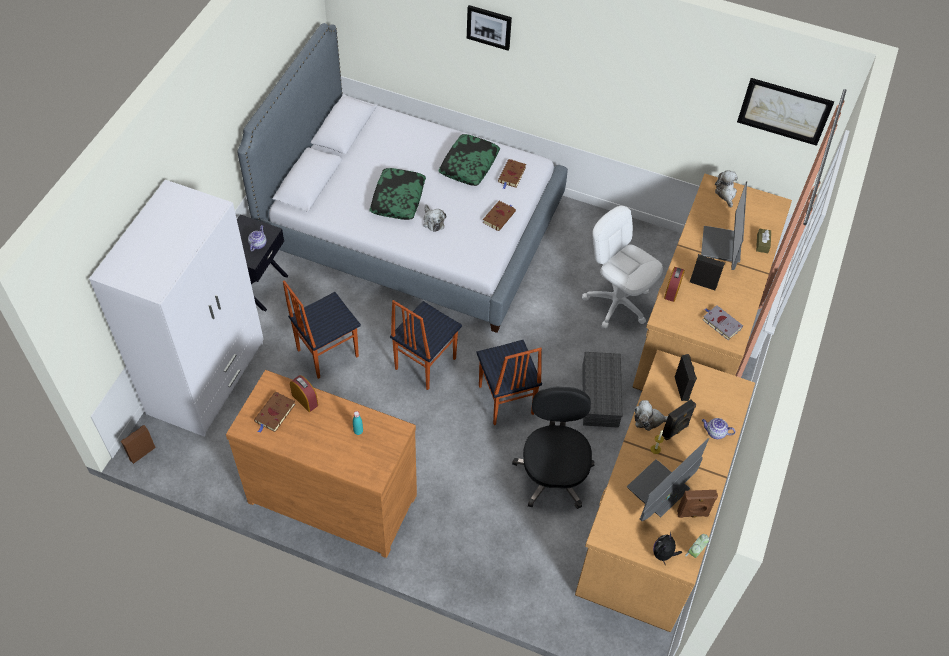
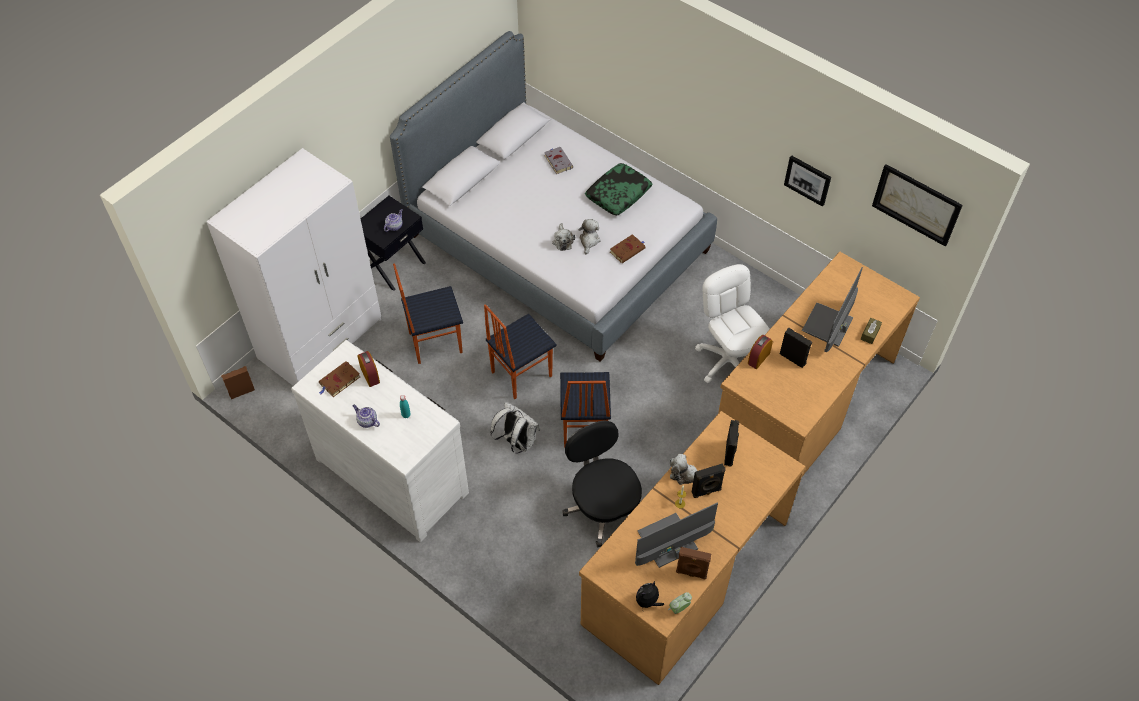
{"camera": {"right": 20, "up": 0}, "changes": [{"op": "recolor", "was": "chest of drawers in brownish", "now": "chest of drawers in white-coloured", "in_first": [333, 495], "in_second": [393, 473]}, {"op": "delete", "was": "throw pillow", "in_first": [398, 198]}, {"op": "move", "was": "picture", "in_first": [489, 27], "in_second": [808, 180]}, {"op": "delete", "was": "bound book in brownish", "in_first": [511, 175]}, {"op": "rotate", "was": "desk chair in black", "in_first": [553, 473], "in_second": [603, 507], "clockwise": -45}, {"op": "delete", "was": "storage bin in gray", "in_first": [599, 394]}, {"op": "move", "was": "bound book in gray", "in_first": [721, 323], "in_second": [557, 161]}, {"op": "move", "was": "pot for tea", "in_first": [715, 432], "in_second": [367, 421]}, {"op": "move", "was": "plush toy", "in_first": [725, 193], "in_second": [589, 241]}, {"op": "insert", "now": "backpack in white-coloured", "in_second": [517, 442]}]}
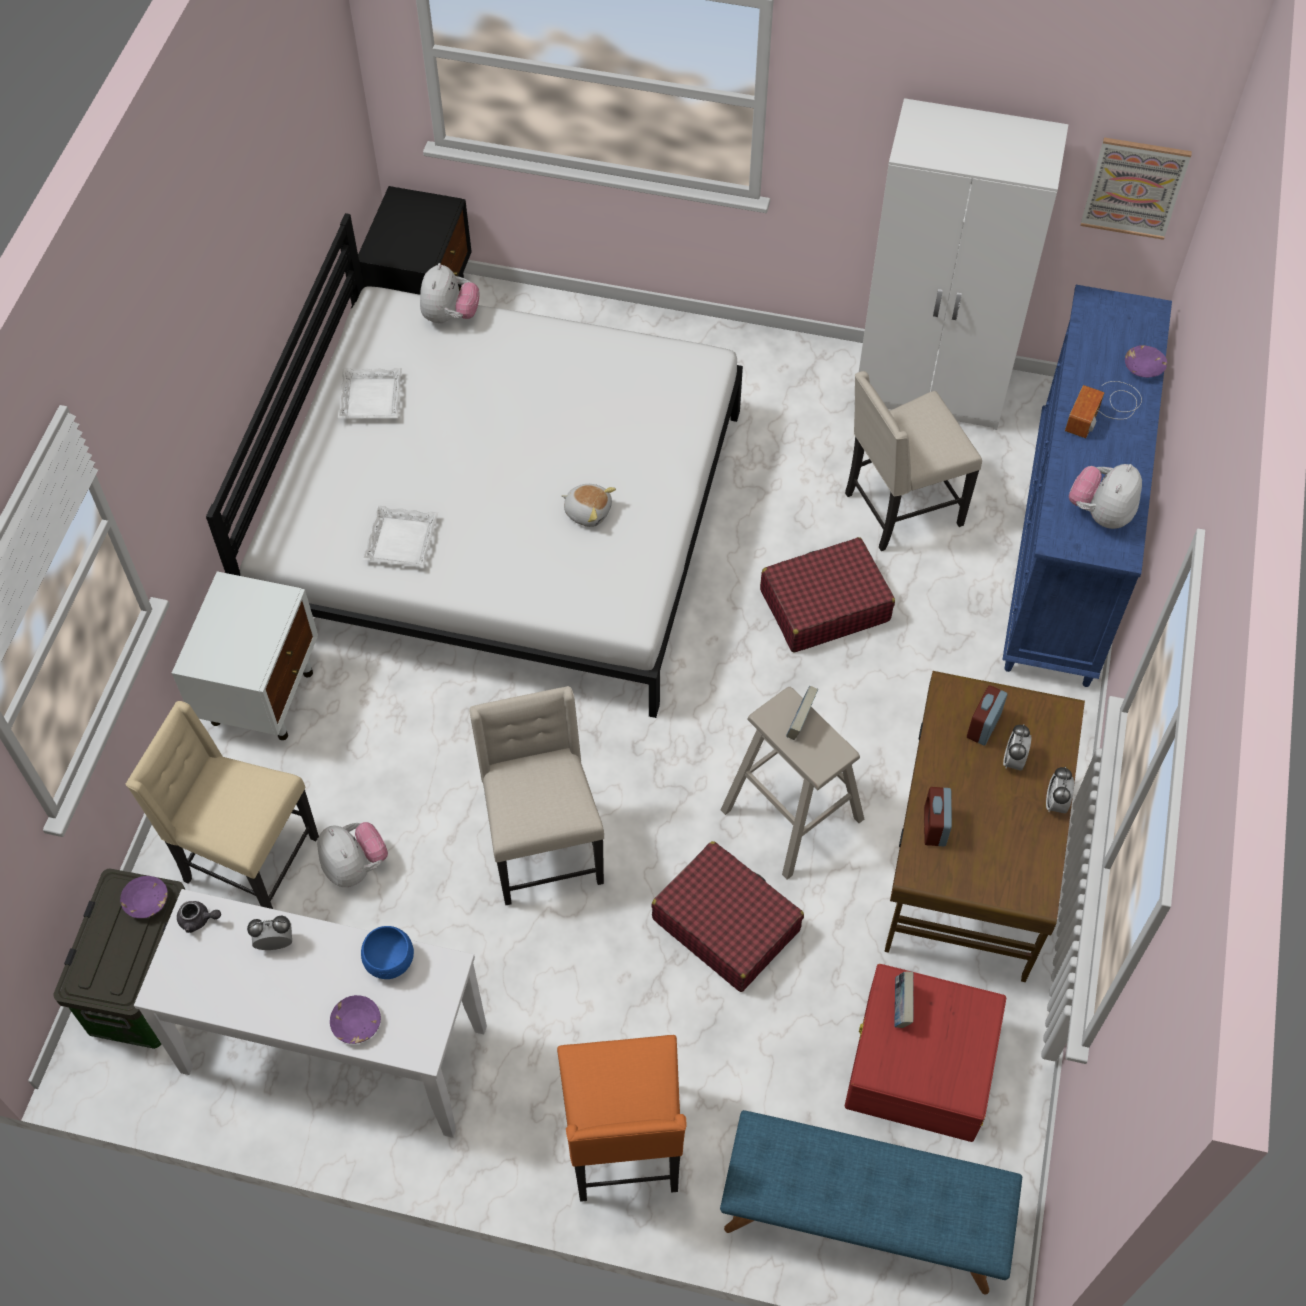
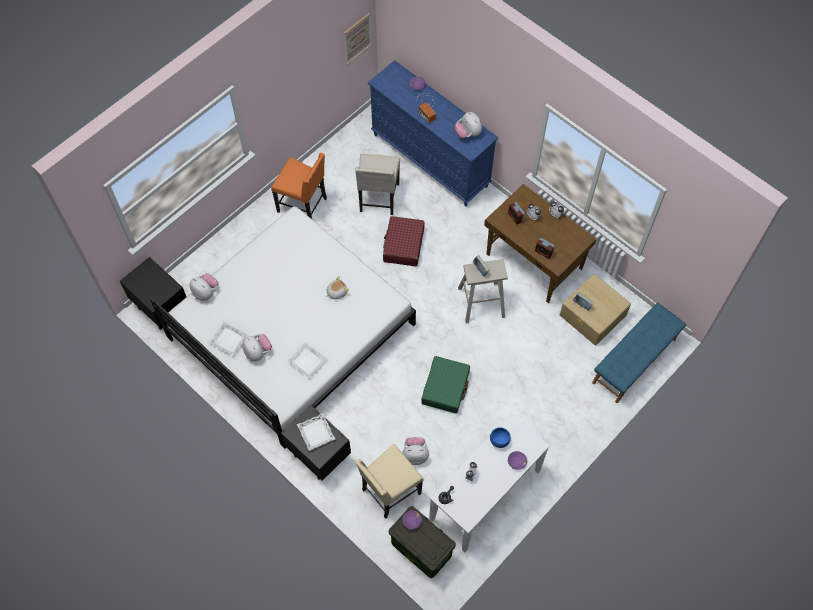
{"camera": {"right": -60, "up": 5}, "changes": [{"op": "recolor", "was": "bedside table in white-coloured", "now": "bedside table in black", "in_first": [263, 695], "in_second": [318, 455]}, {"op": "replace", "was": "chair in sand-coloured", "now": "suitcase in green-coloured", "in_first": [543, 847], "in_second": [445, 388]}, {"op": "move", "was": "chair in orangey", "in_first": [624, 1145], "in_second": [303, 205]}, {"op": "delete", "was": "suitcase in reddish", "in_first": [726, 924]}, {"op": "recolor", "was": "storage bin in reddish", "now": "storage bin in sand-coloured", "in_first": [920, 1065], "in_second": [593, 315]}, {"op": "delete", "was": "clothes cupboard in white-coloured", "in_first": [932, 390]}, {"op": "insert", "now": "plush toy", "in_second": [258, 352]}, {"op": "insert", "now": "serving tray in white-coloured", "in_second": [316, 433]}]}
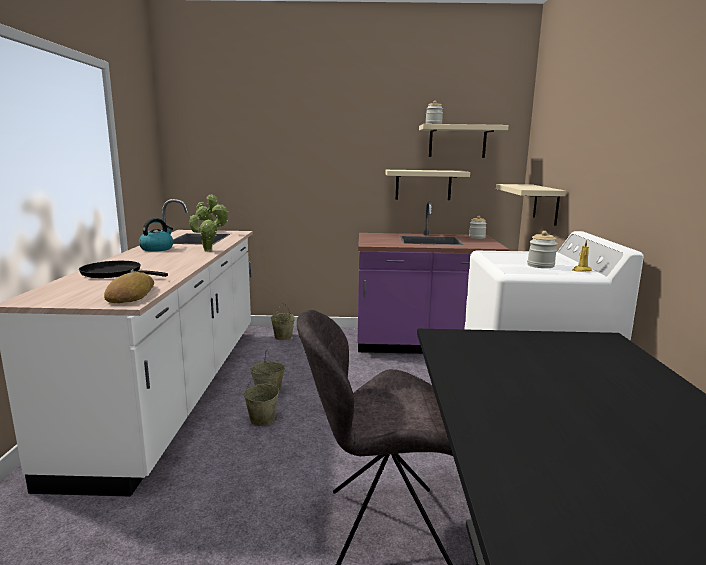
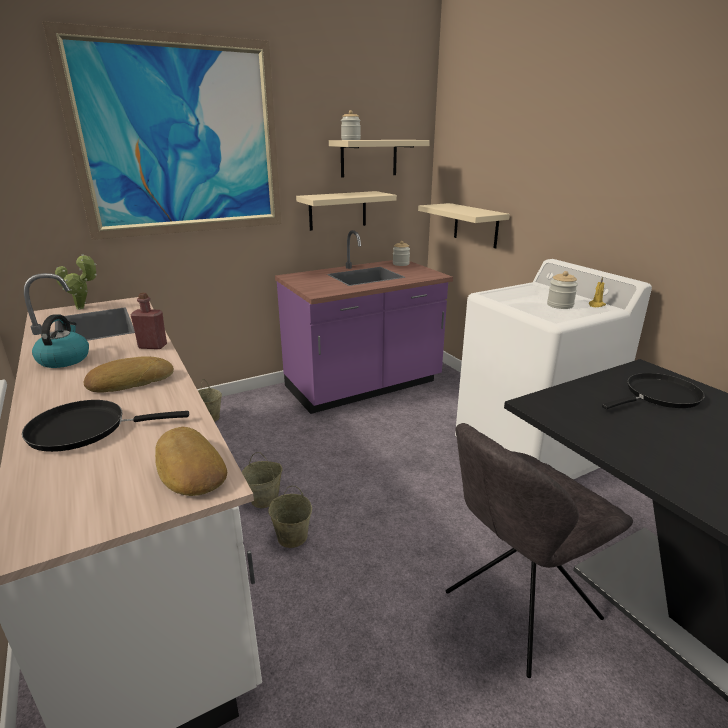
{"camera": {"right": -30, "up": 10}, "changes": [{"op": "replace", "was": "houseplant", "now": "bottle in reddish", "in_first": [210, 250], "in_second": [152, 346]}, {"op": "insert", "now": "picture", "in_second": [181, 139]}, {"op": "insert", "now": "bread", "in_second": [130, 381]}, {"op": "insert", "now": "skillet in black", "in_second": [658, 396]}]}
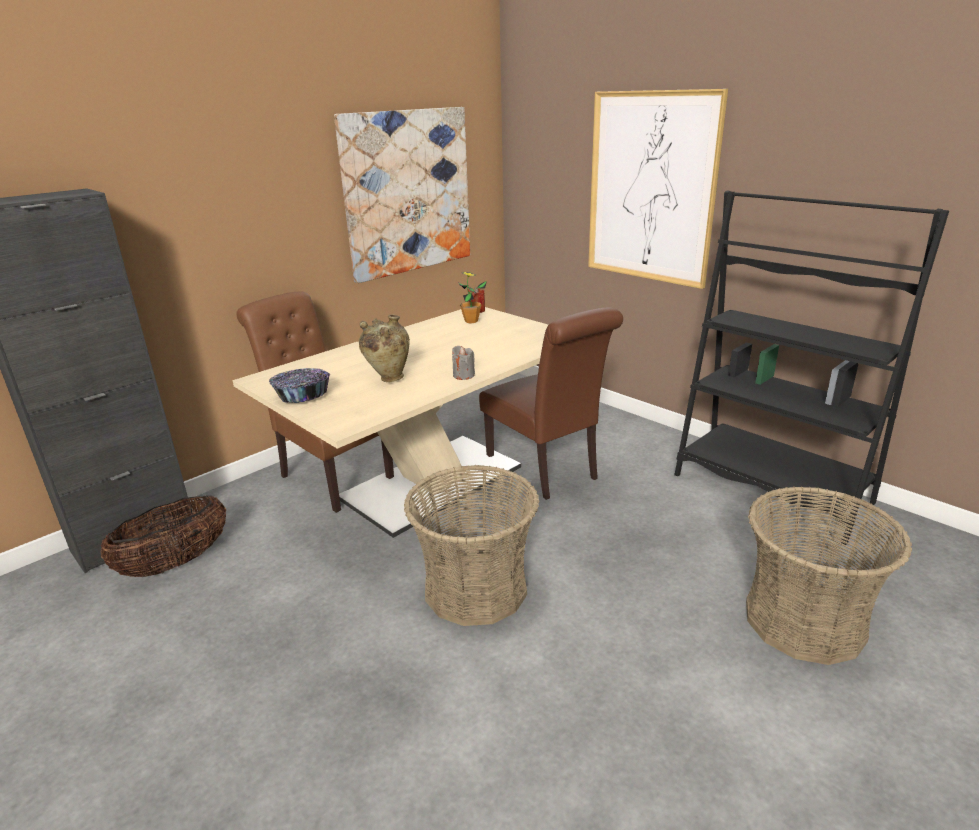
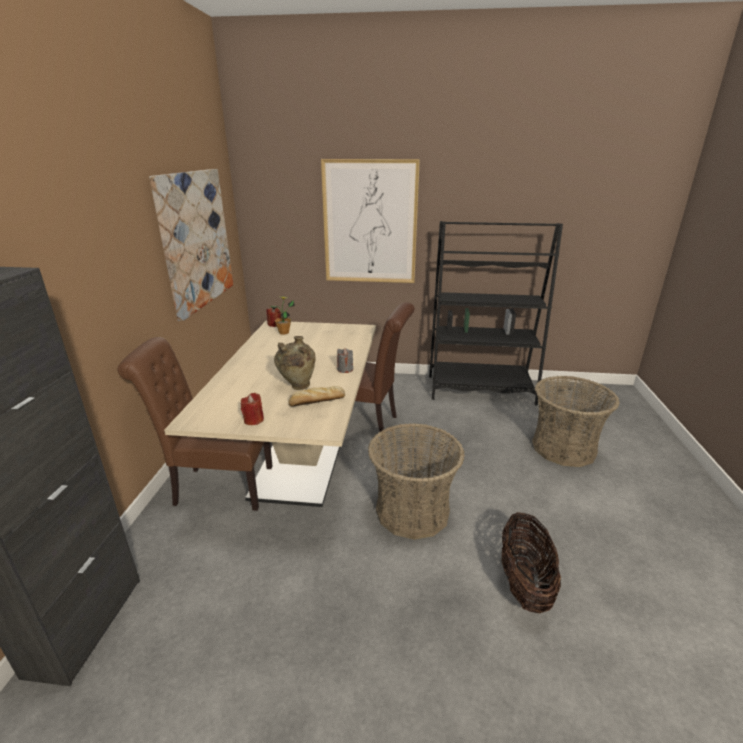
{"camera": {"right": -40, "up": 0}, "changes": [{"op": "move", "was": "storage basket", "in_first": [175, 563], "in_second": [524, 582]}, {"op": "replace", "was": "bowl", "now": "wax light in reddish", "in_first": [302, 395], "in_second": [253, 420]}, {"op": "insert", "now": "bread", "in_second": [316, 401]}]}
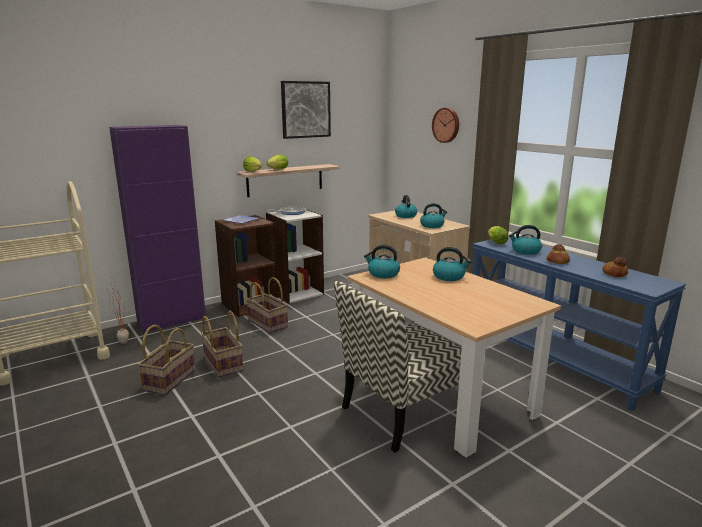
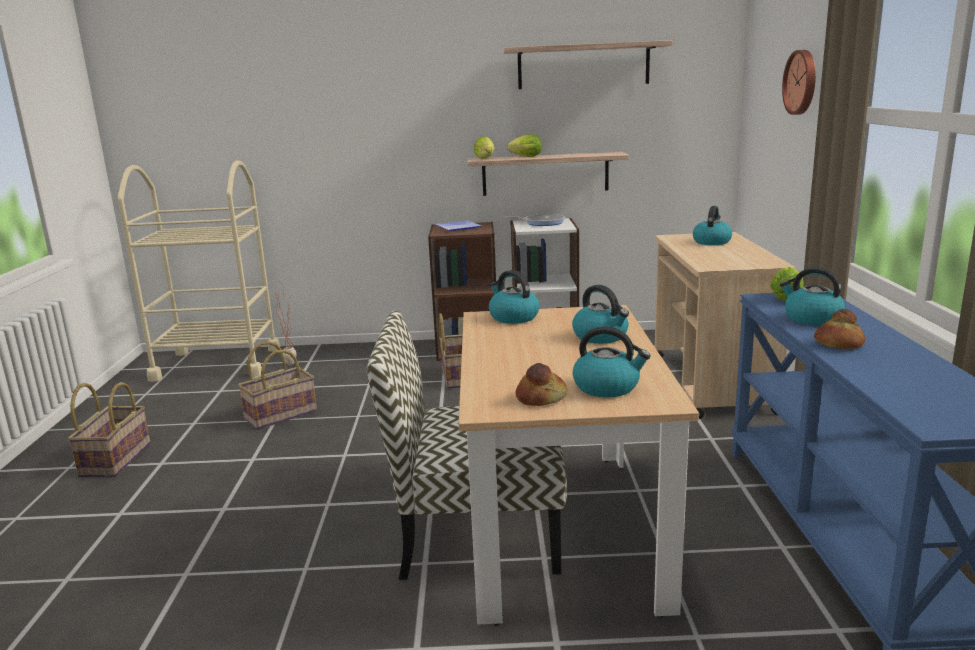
{"camera": {"right": 35, "up": 0}, "changes": [{"op": "delete", "was": "cupboard in purple-coloured", "in_first": [172, 320]}, {"op": "move", "was": "storage basket", "in_first": [222, 364], "in_second": [115, 459]}, {"op": "replace", "was": "picture", "now": "wall shelf", "in_first": [305, 109], "in_second": [583, 66]}, {"op": "move", "was": "kettle", "in_first": [432, 225], "in_second": [607, 387]}, {"op": "move", "was": "bread", "in_first": [615, 274], "in_second": [541, 398]}]}
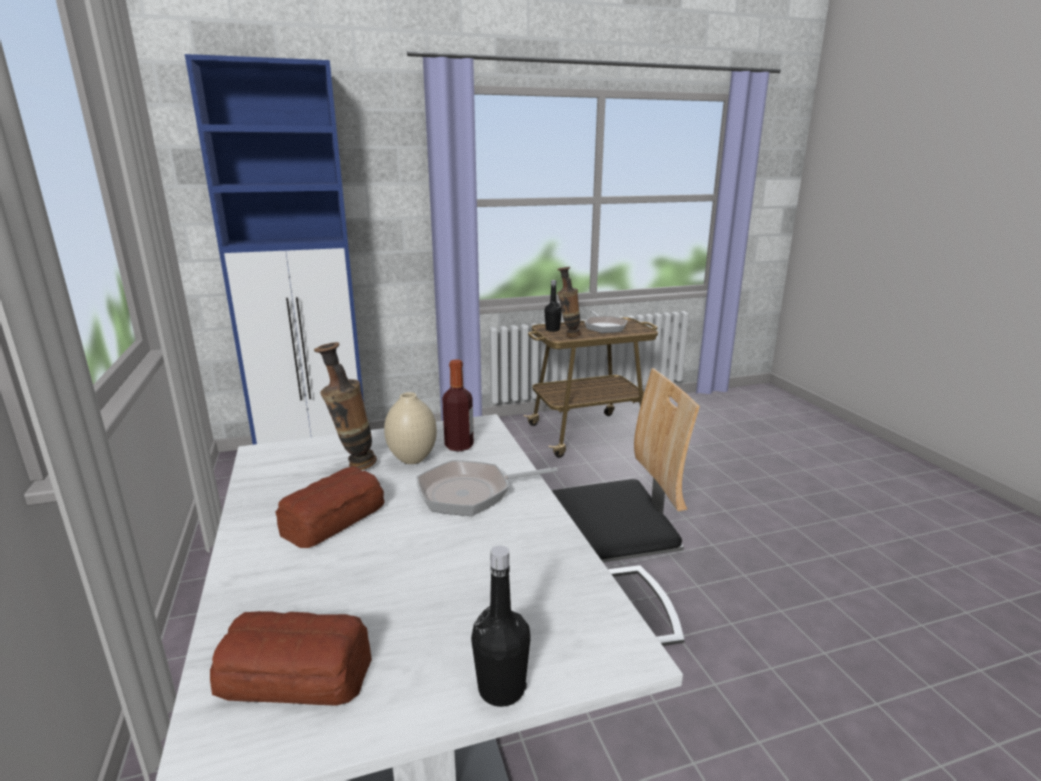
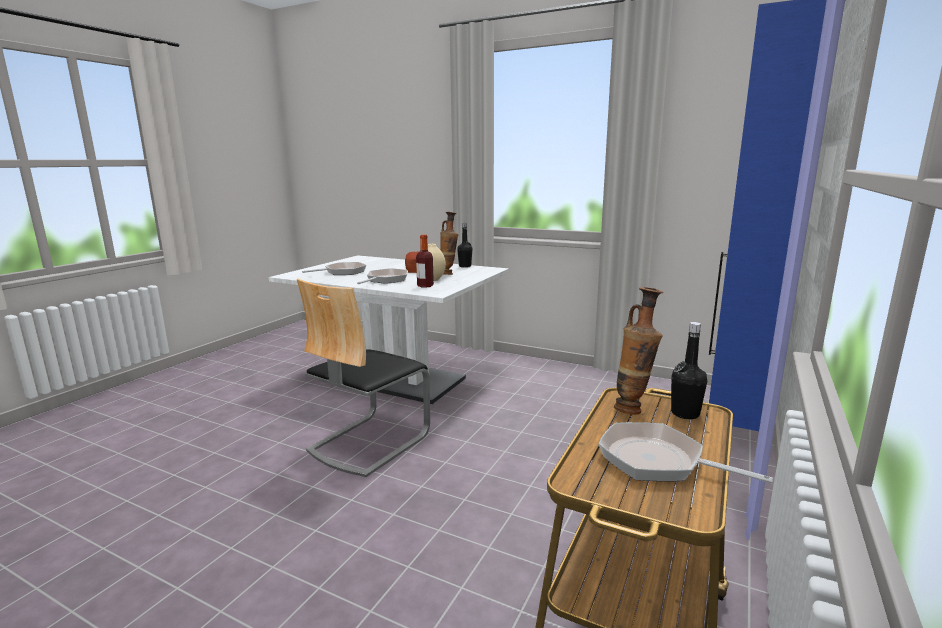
{"camera": {"right": 135, "up": -5}, "changes": [{"op": "delete", "was": "bread", "in_first": [294, 673]}, {"op": "move", "was": "bottle in black", "in_first": [501, 689], "in_second": [465, 266]}, {"op": "insert", "now": "skillet", "in_second": [342, 272]}]}
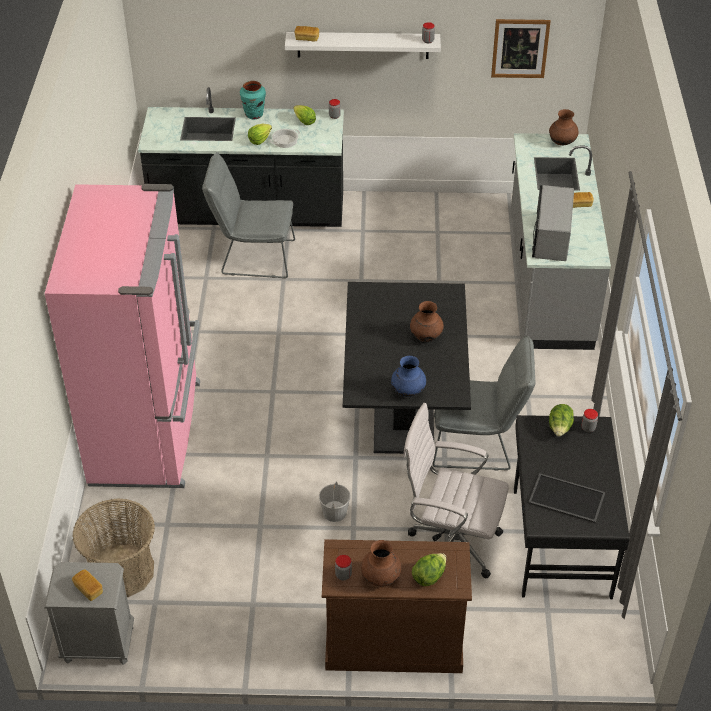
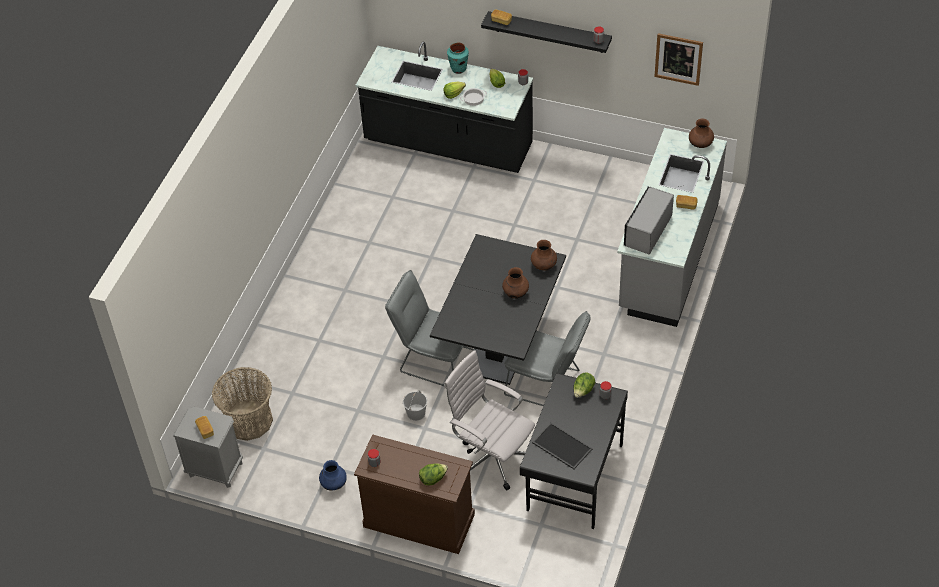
{"camera": {"right": 20, "up": 5}, "changes": [{"op": "delete", "was": "fridge in pink", "in_first": [149, 432]}, {"op": "move", "was": "chair in gray", "in_first": [252, 257], "in_second": [433, 359]}, {"op": "recolor", "was": "wall shelf in white-coloured", "now": "wall shelf in black", "in_first": [363, 45], "in_second": [549, 32]}, {"op": "move", "was": "vase in brownish", "in_first": [381, 578], "in_second": [544, 266]}, {"op": "move", "was": "vase in blue-coloured", "in_first": [408, 391], "in_second": [334, 484]}]}
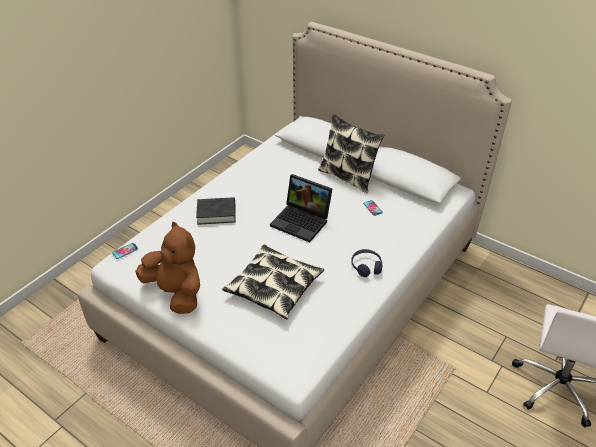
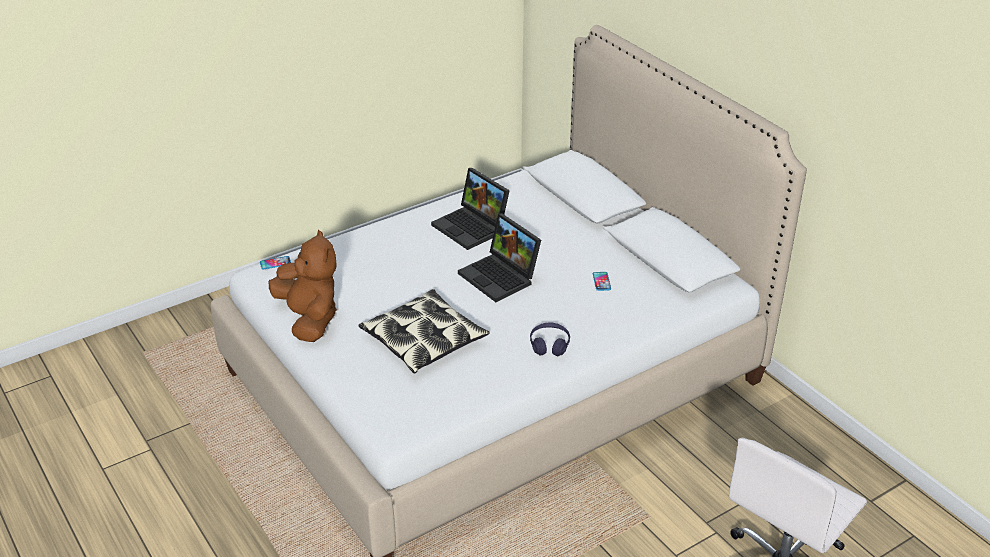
{"camera": {"right": 20, "up": -5}, "changes": [{"op": "delete", "was": "bound book in black", "in_first": [216, 213]}, {"op": "delete", "was": "throw pillow", "in_first": [348, 177]}, {"op": "insert", "now": "portable computer", "in_second": [472, 227]}]}
